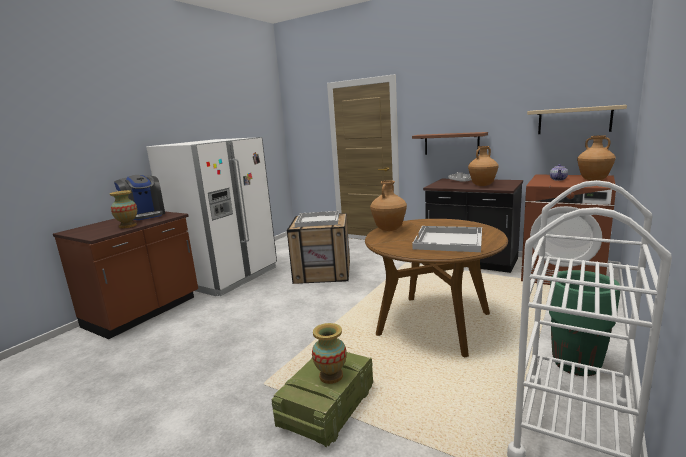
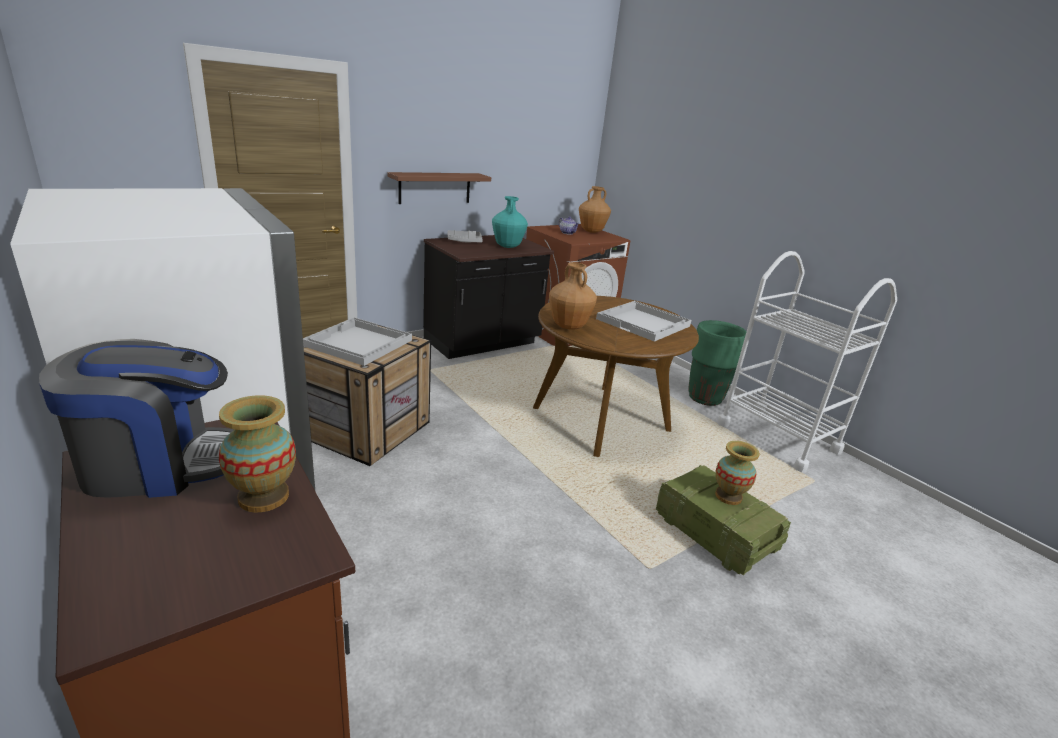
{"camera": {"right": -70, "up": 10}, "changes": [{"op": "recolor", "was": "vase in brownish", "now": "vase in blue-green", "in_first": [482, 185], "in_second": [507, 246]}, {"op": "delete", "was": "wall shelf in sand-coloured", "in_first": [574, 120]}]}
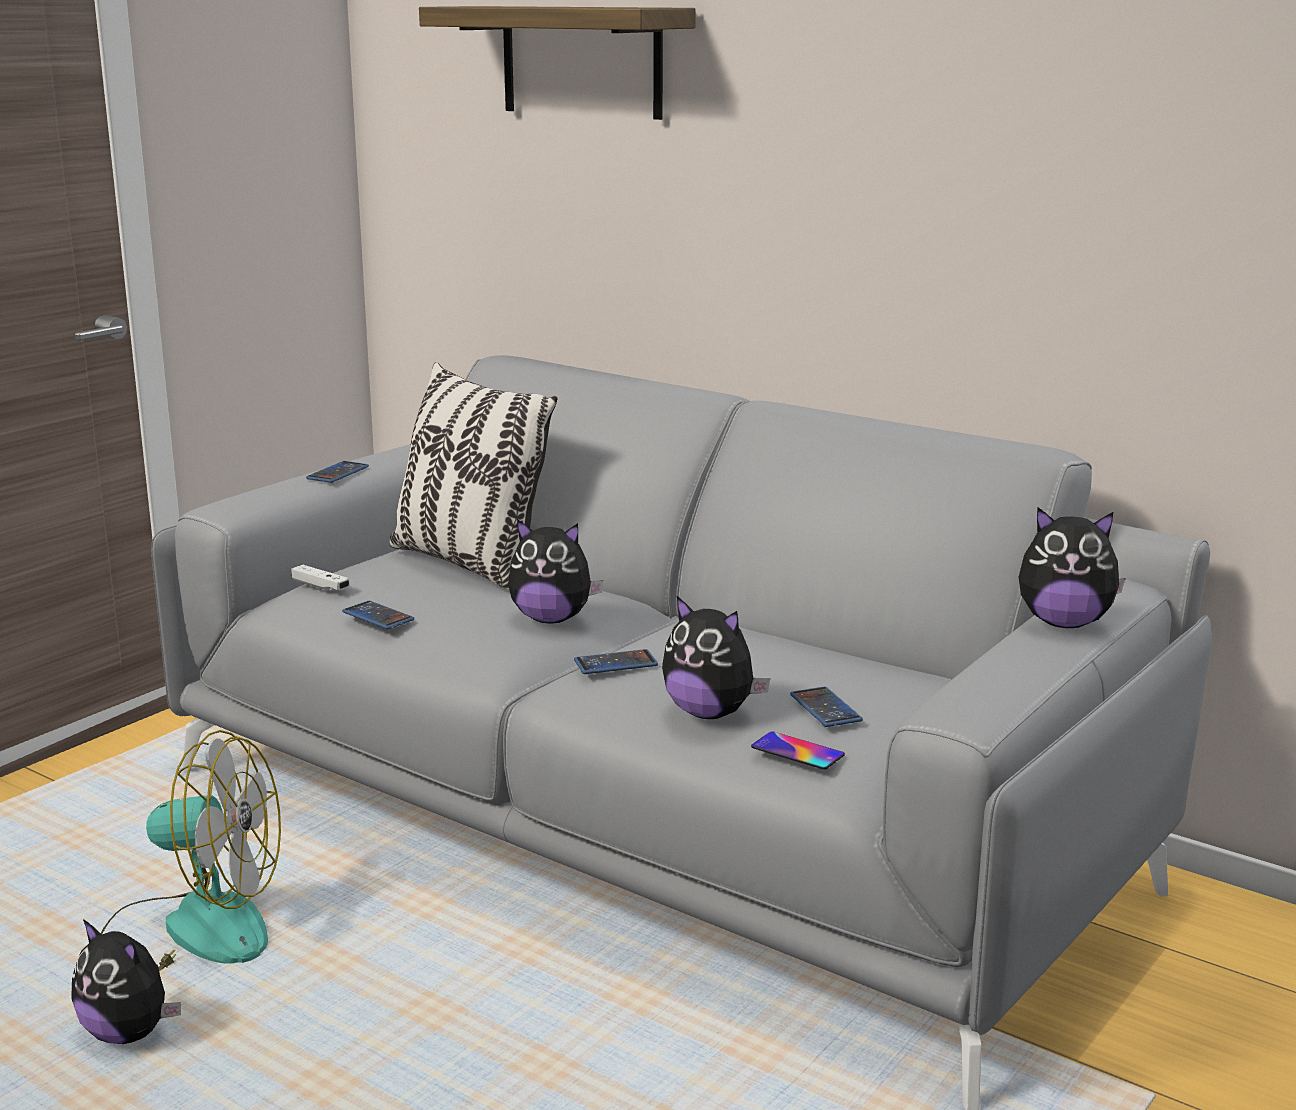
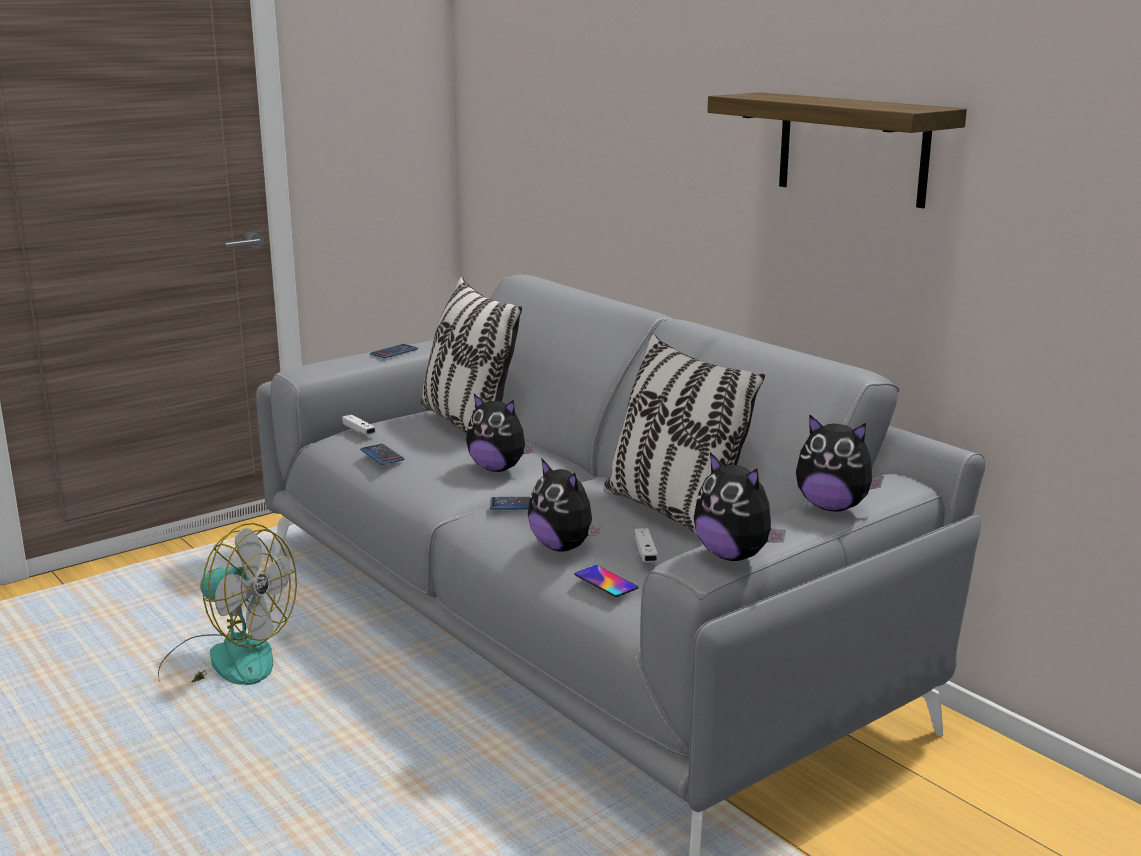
{"camera": {"right": 15, "up": 0}, "changes": [{"op": "move", "was": "plush toy", "in_first": [129, 1033], "in_second": [734, 556]}, {"op": "move", "was": "wall shelf", "in_first": [581, 61], "in_second": [852, 148]}, {"op": "replace", "was": "phone", "now": "game controller in white-coloured", "in_first": [825, 708], "in_second": [645, 553]}, {"op": "insert", "now": "throw pillow", "in_second": [672, 512]}]}
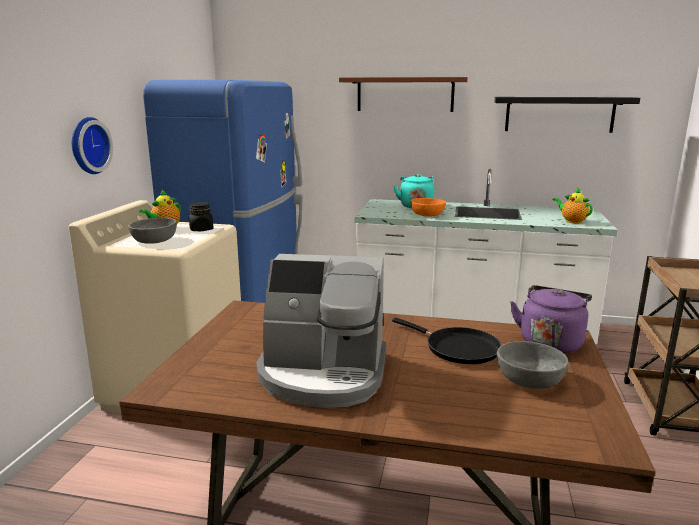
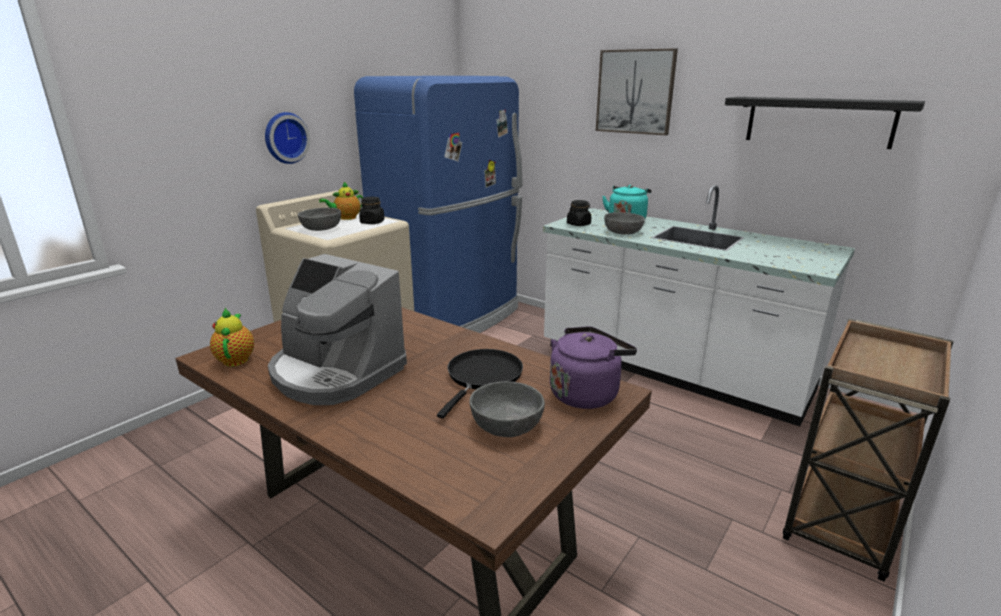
{"camera": {"right": 25, "up": 5}, "changes": [{"op": "replace", "was": "wall shelf in brownish", "now": "picture", "in_first": [405, 94], "in_second": [635, 92]}, {"op": "rotate", "was": "skillet in black", "in_first": [457, 348], "in_second": [482, 377], "clockwise": -135}, {"op": "recolor", "was": "bowl in orangey", "now": "bowl in gray", "in_first": [427, 214], "in_second": [623, 232]}, {"op": "move", "was": "pot for tea", "in_first": [572, 221], "in_second": [236, 359]}, {"op": "insert", "now": "jar in black", "in_second": [578, 224]}]}
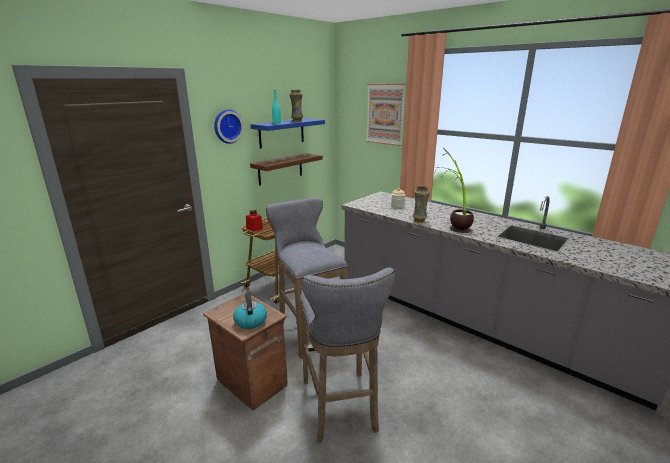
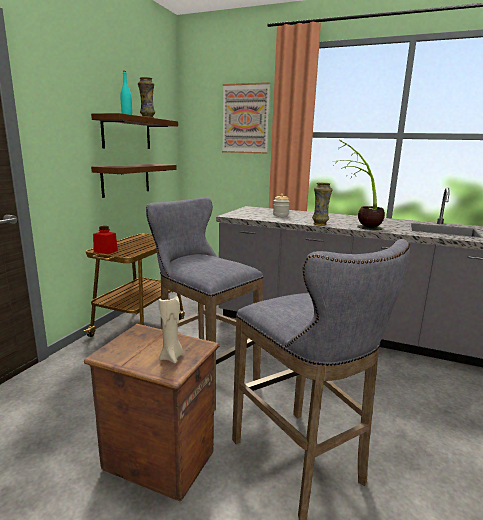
{"camera": {"right": -20, "up": -5}, "changes": [{"op": "delete", "was": "clock on the wall", "in_first": [227, 126]}, {"op": "replace", "was": "kettle", "now": "wax light in sand-coloured", "in_first": [250, 320], "in_second": [171, 357]}, {"op": "recolor", "was": "wall shelf in blue-coloured", "now": "wall shelf in brownish", "in_first": [281, 133], "in_second": [126, 133]}]}
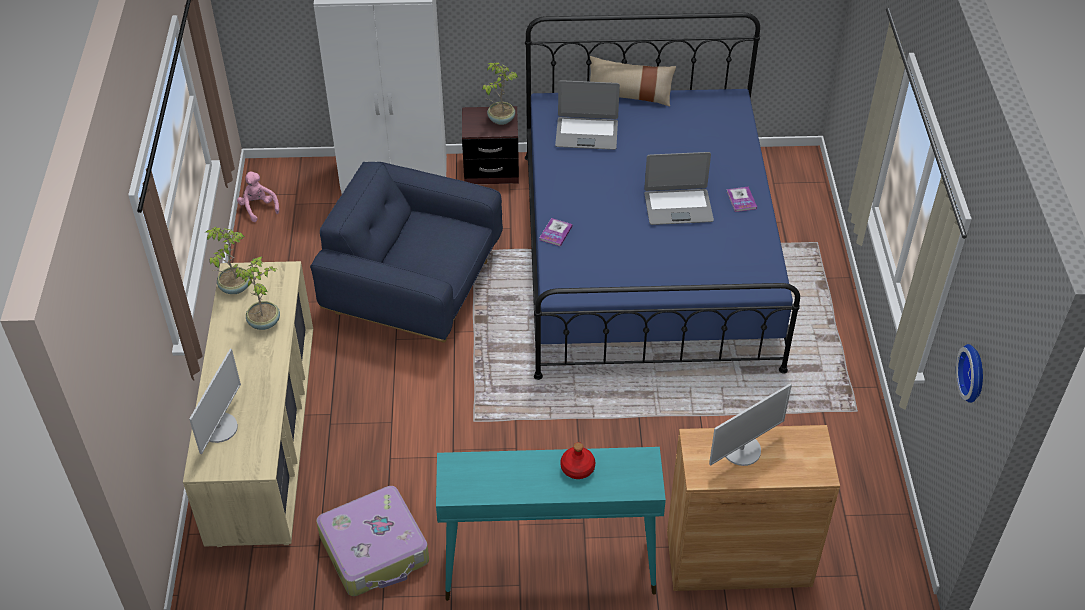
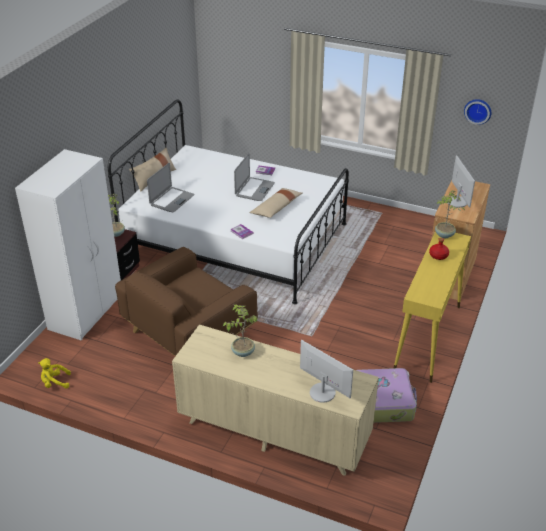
{"camera": {"right": -65, "up": -10}, "changes": [{"op": "move", "was": "houseplant", "in_first": [234, 287], "in_second": [444, 235]}, {"op": "recolor", "was": "plush toy in pink", "now": "plush toy in yellowish", "in_first": [258, 208], "in_second": [55, 382]}, {"op": "recolor", "was": "lounge chair in blue-coloured", "now": "lounge chair in brownish", "in_first": [413, 287], "in_second": [189, 331]}, {"op": "recolor", "was": "console table in blue-green", "now": "console table in yellowish", "in_first": [548, 568], "in_second": [427, 338]}, {"op": "recolor", "was": "sleeping bed in blue-coloured", "now": "sleeping bed in white-coloured", "in_first": [646, 256], "in_second": [235, 239]}, {"op": "insert", "now": "throw pillow in sand-coloured", "in_second": [276, 208]}]}
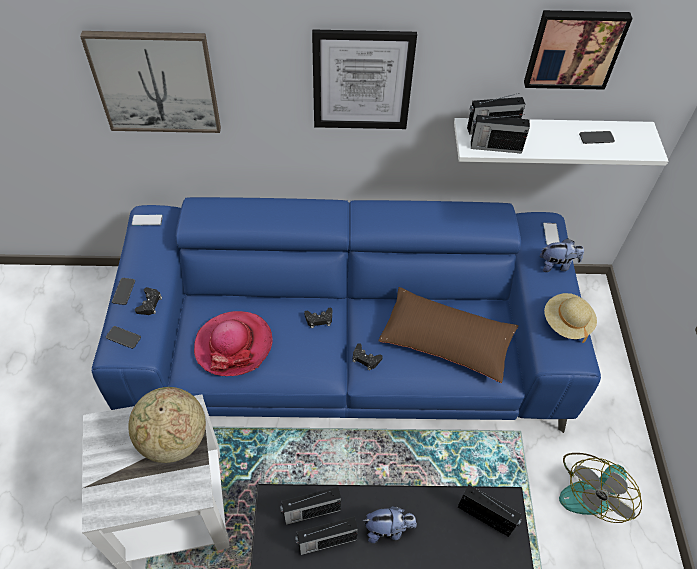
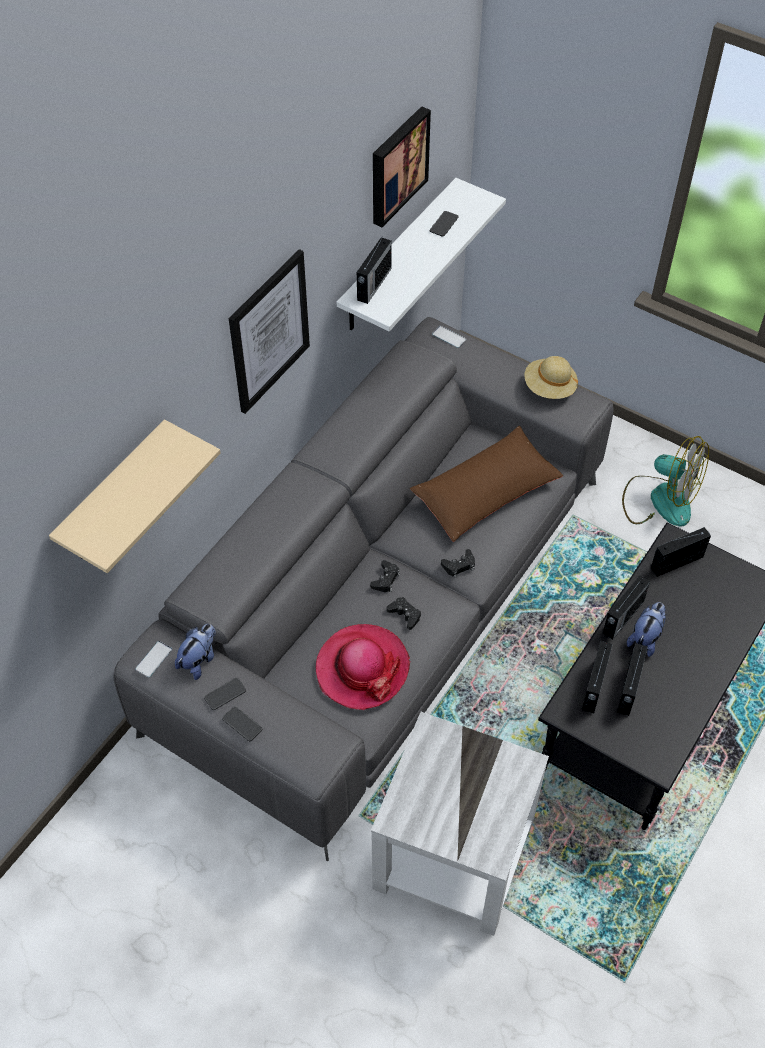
{"camera": {"right": -55, "up": 0}, "changes": [{"op": "replace", "was": "picture", "now": "wall shelf in sand-coloured", "in_first": [156, 82], "in_second": [114, 496]}, {"op": "recolor", "was": "settee in blue-coloured", "now": "settee in gray", "in_first": [345, 347], "in_second": [381, 602]}, {"op": "move", "was": "phone", "in_first": [123, 337], "in_second": [225, 694]}, {"op": "delete", "was": "world globe", "in_first": [173, 439]}, {"op": "move", "was": "game controller in black", "in_first": [149, 304], "in_second": [405, 615]}, {"op": "move", "was": "radio receiver", "in_first": [495, 147], "in_second": [622, 618]}, {"op": "move", "was": "plush toy", "in_first": [557, 265], "in_second": [199, 660]}, {"op": "rotate", "was": "fan", "in_first": [591, 489], "in_second": [660, 499], "clockwise": -45}]}
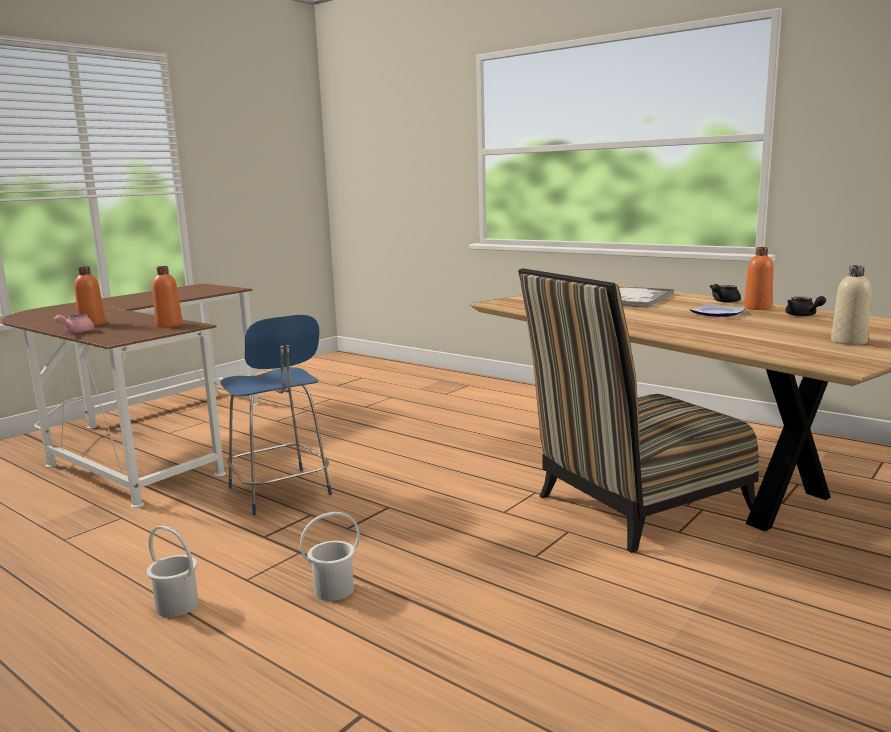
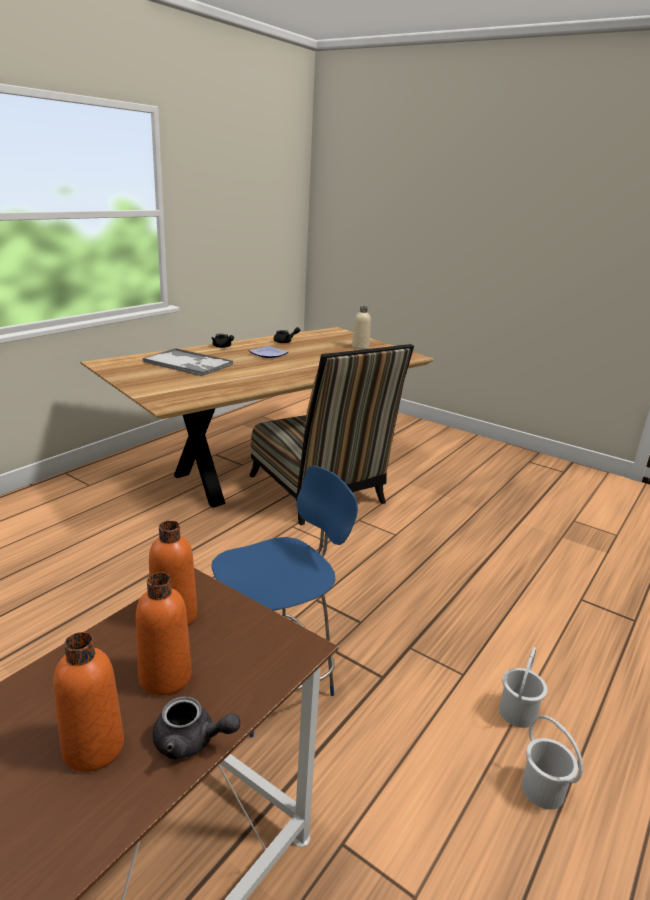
{"camera": {"right": -95, "up": 10}, "changes": [{"op": "recolor", "was": "pot for tea in pink", "now": "pot for tea in gray", "in_first": [75, 332], "in_second": [191, 742]}, {"op": "move", "was": "water bucket in white-coloured", "in_first": [334, 590], "in_second": [543, 789]}, {"op": "move", "was": "bottle in orangey", "in_first": [757, 308], "in_second": [165, 677]}]}
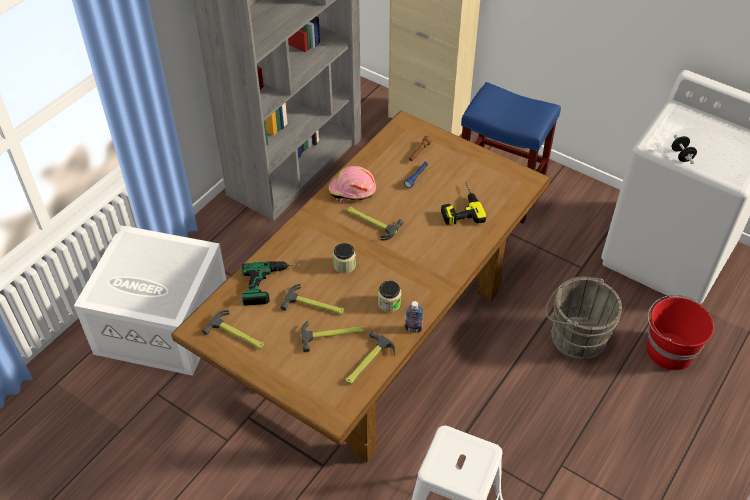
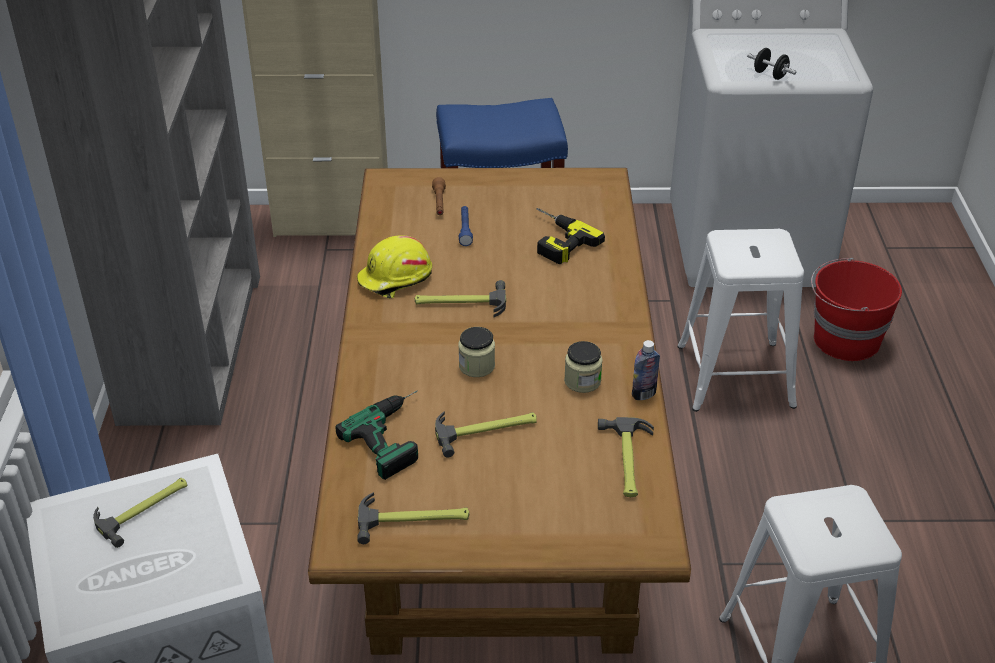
{"camera": {"right": -35, "up": -10}, "changes": [{"op": "move", "was": "hammer", "in_first": [332, 335], "in_second": [144, 509]}, {"op": "recolor", "was": "safety helmet in pink", "now": "safety helmet in yellowish", "in_first": [352, 191], "in_second": [395, 279]}, {"op": "replace", "was": "water bucket in gray", "now": "stool in white-coloured", "in_first": [574, 337], "in_second": [735, 376]}]}
